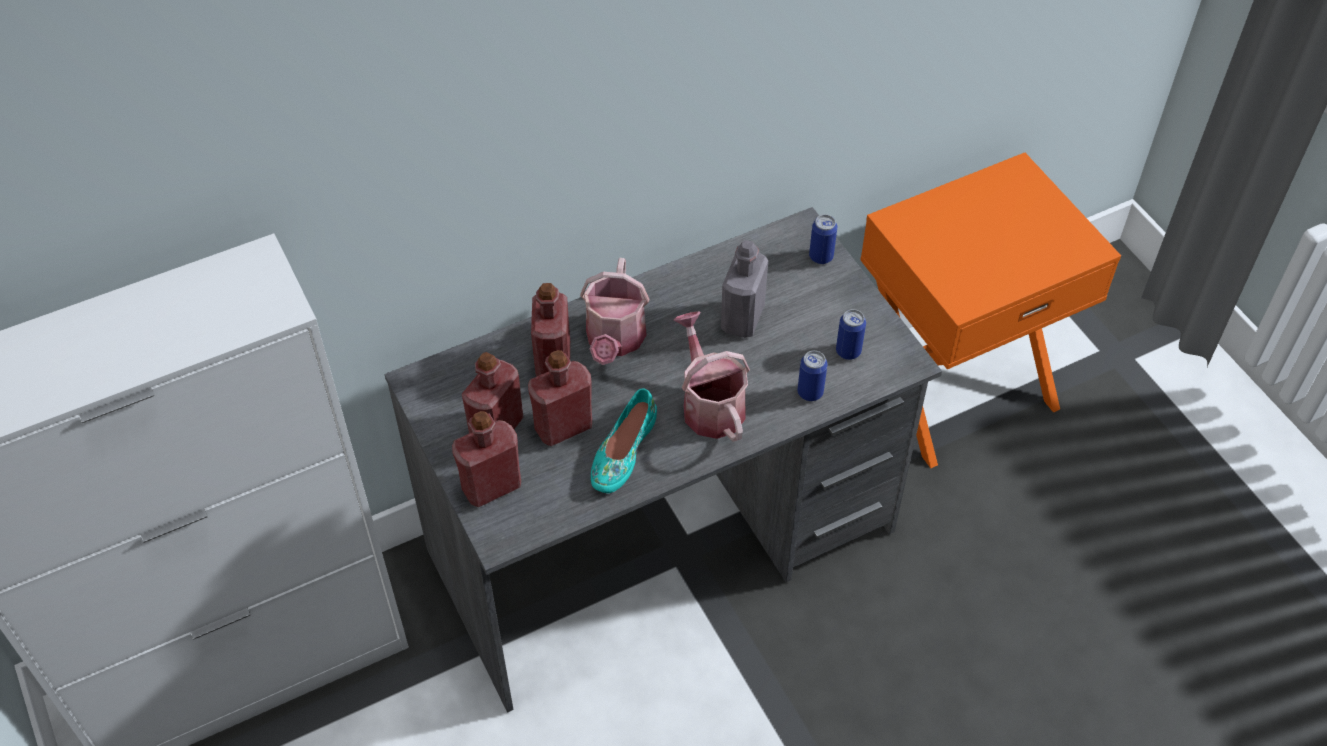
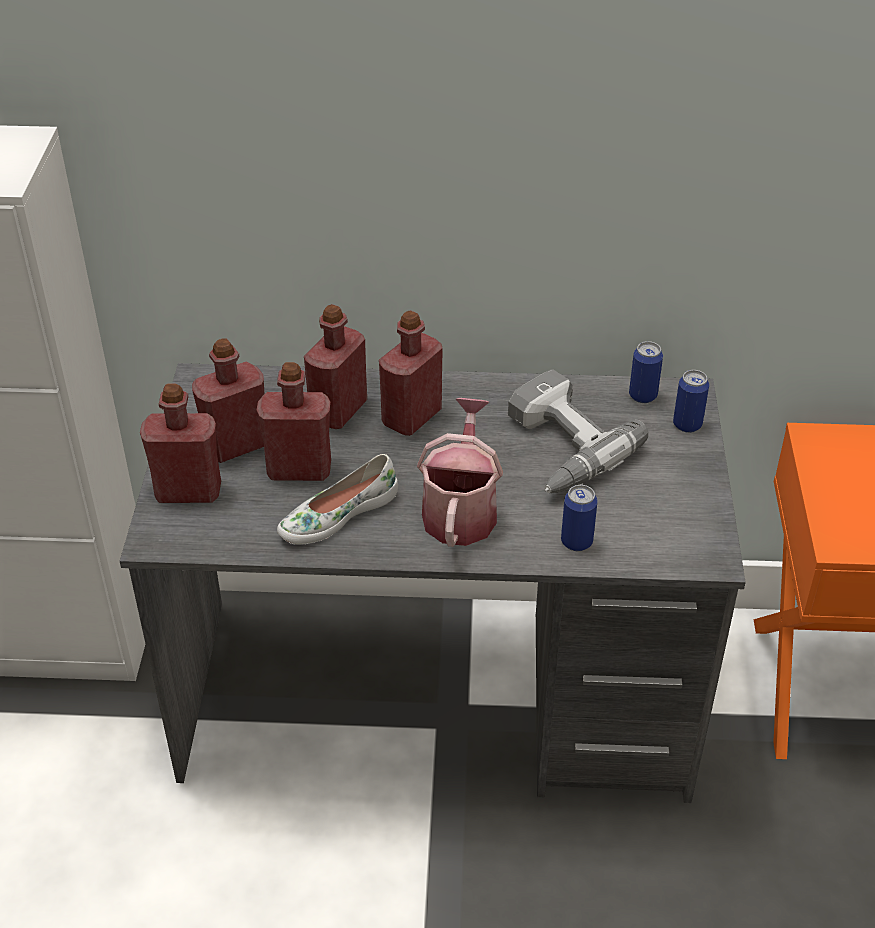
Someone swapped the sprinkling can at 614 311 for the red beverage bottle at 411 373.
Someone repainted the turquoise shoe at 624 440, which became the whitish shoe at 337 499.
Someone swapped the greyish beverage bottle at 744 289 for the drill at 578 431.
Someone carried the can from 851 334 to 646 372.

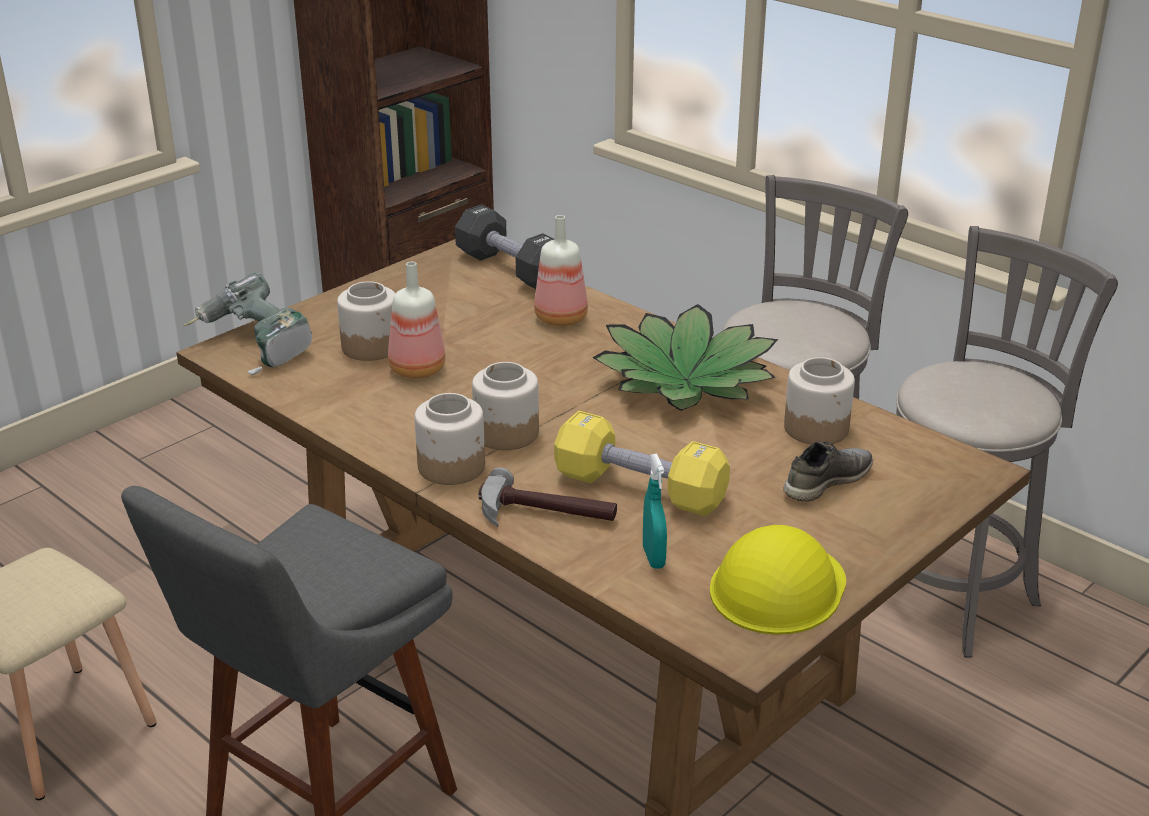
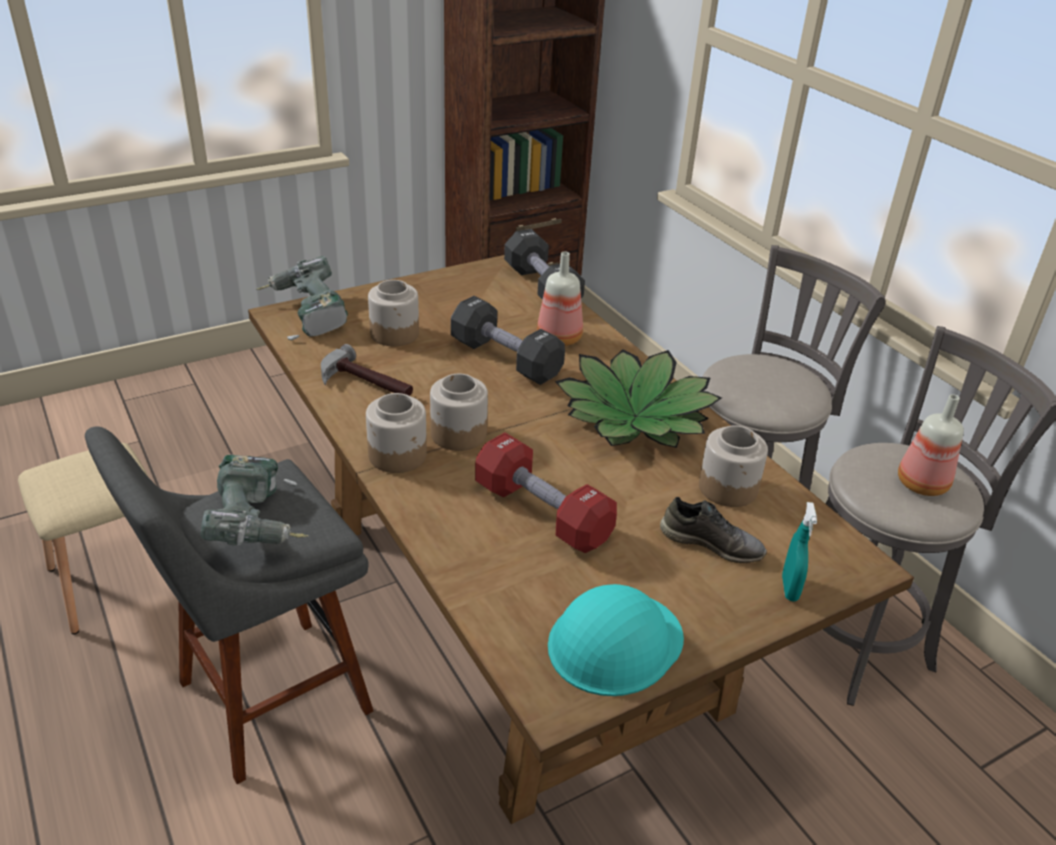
Someone carried the beverage bottle from 417 320 to 931 445.
Someone carried the hand hammer from 547 497 to 367 370.
Someone repainted the yellowish free weight at 642 463, which became the red free weight at 546 492.
Someone carried the turquoise hand sprayer from 655 511 to 799 552.
Someone repainted the yellowish hard hat at 778 580, which became the turquoise hard hat at 616 640.
Someone rotated the greyish shoe at 828 471 by 45 degrees clockwise.
Someone put down the drill at 255 500.
Someone put down the black free weight at 508 340.

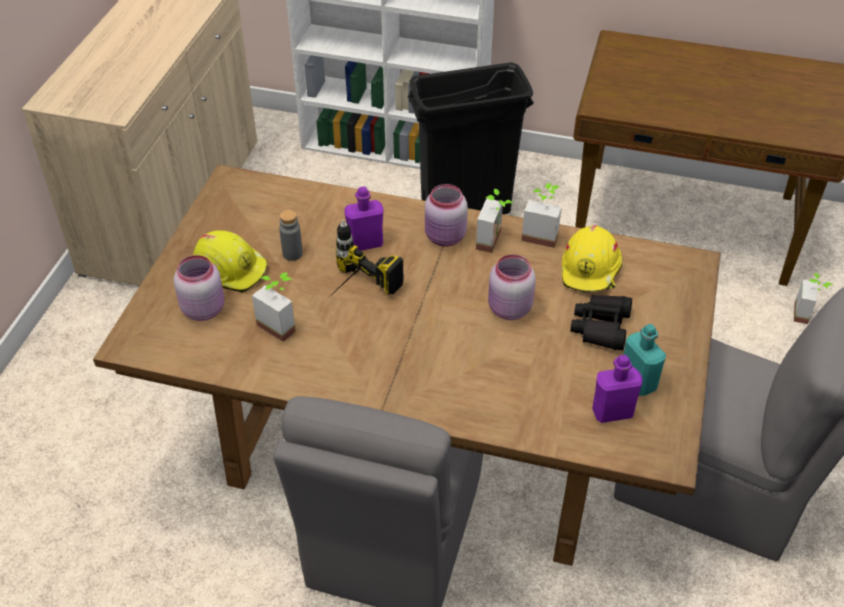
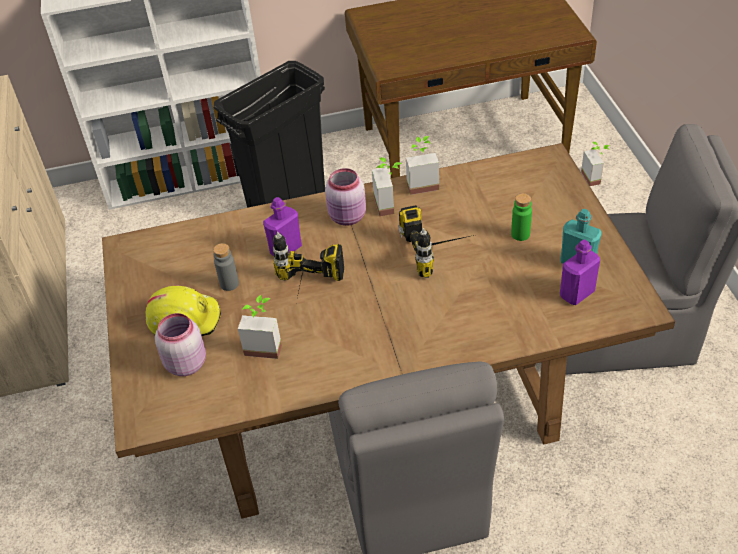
Someone swapped the pink jar at 512 287 for the drill at 436 241.
Someone took away the yellowish hard hat at 592 258.
Someone swapped the black binoculars at 601 322 for the green-coloured beverage bottle at 521 217.

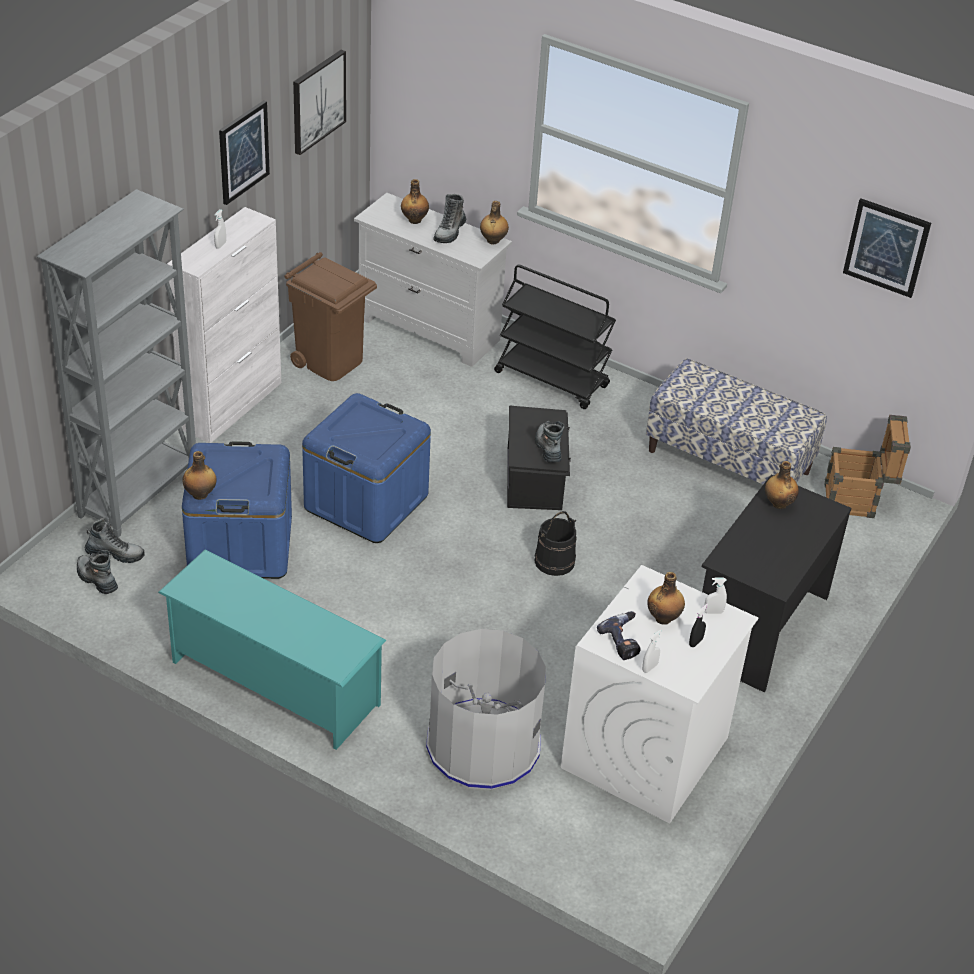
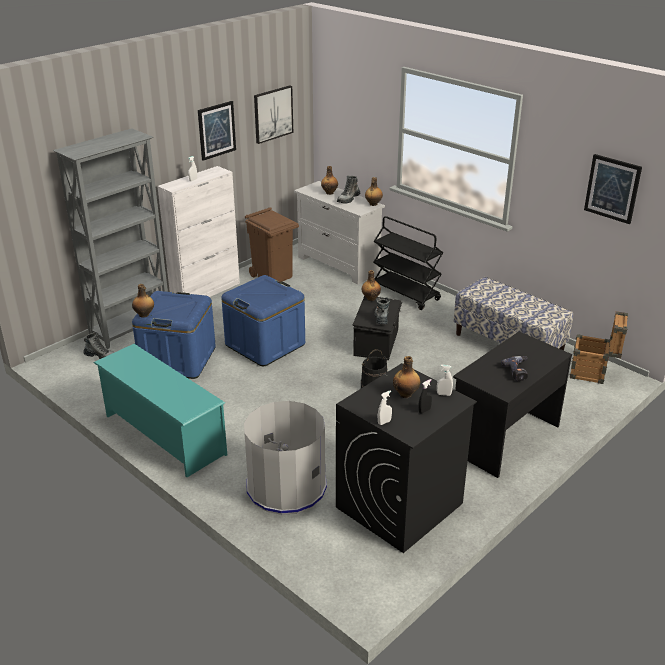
Someone took away the tall boot at 97 572.
Someone repainted the whitish laundry appliance at 659 694, which became the black laundry appliance at 406 458.
Someone carried the drill from 618 635 to 514 368.
Someone carried the beverage bottle from 782 485 to 371 285.

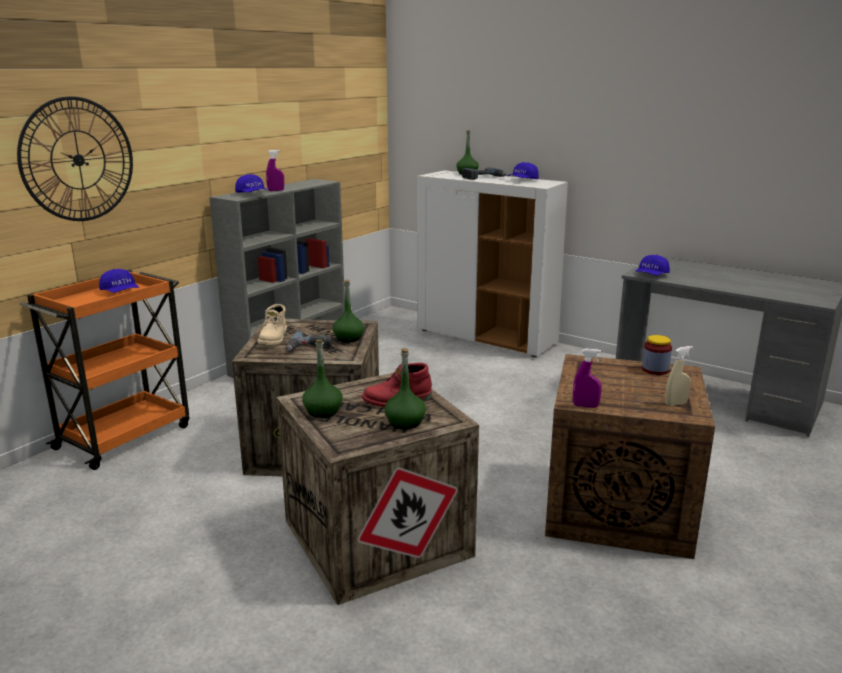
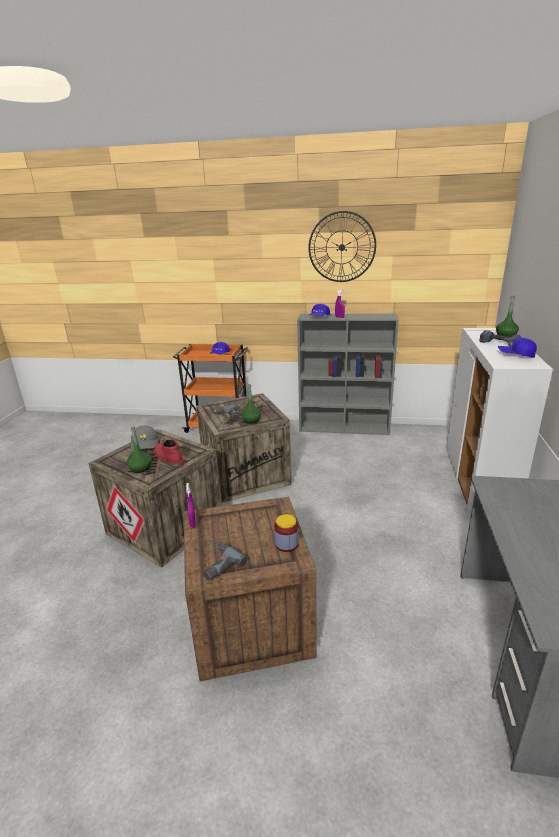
Someone carried the hanging clock from 75 158 to 342 246.
Someone took away the beige-coloured tall boot at 272 324.
Someone swapped the green-coloured beverage bottle at 322 379 for the greyish peaked cap at 144 438.
Someone took away the blue-coloured peaked cap at 652 265.
Someone swapped the beige-coloured hand sprayer at 679 376 for the drill at 225 561.

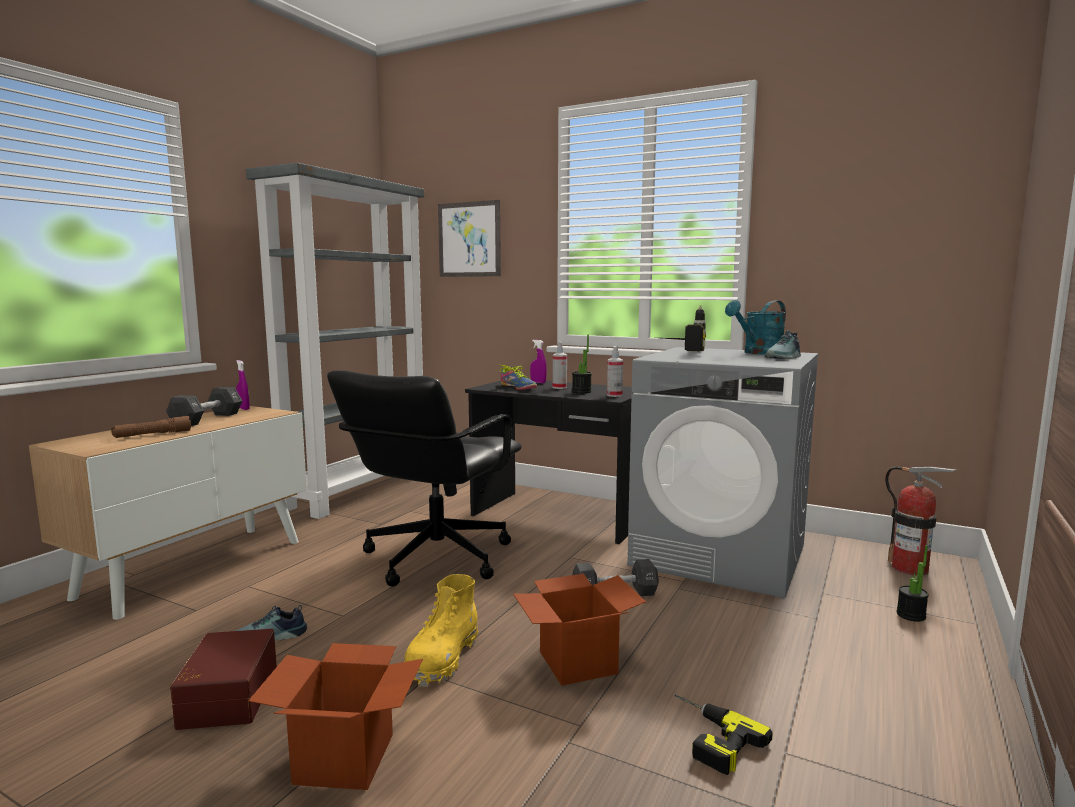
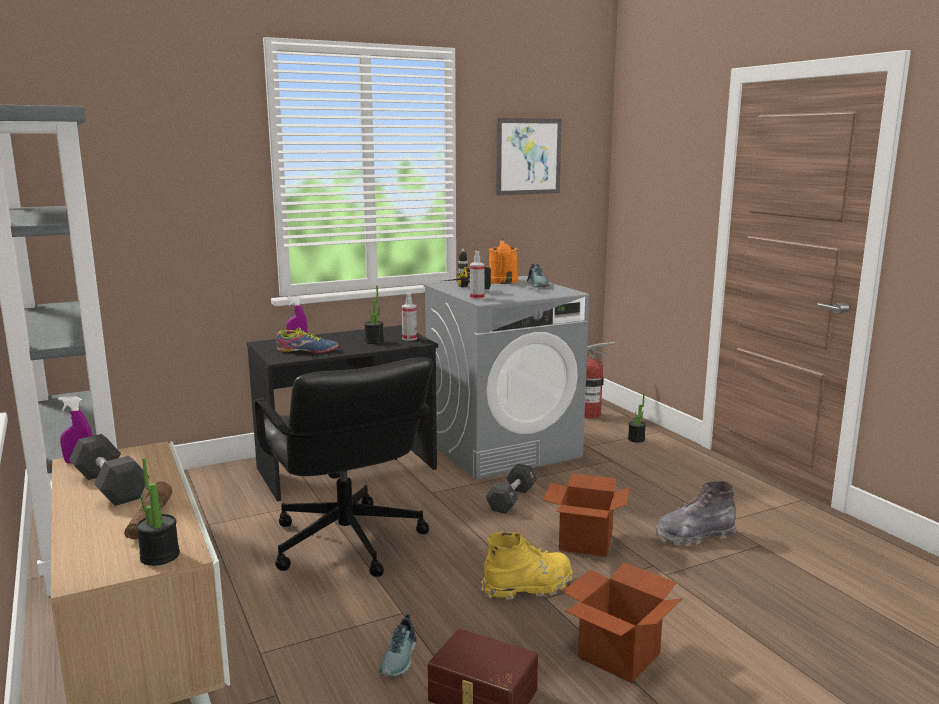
Someone rotated the yellowish tall boot at 441 630 by 75 degrees counterclockwise.
Someone carried the picture from 469 238 to 529 156.
Someone carried the hand sprayer from 560 365 to 477 275.
Someone swapped the drill at 723 734 for the greyish tall boot at 696 513.
Someone repainted the turquoise sprinkling can at 755 327, which became the orange sprinkling can at 503 261.
Someone put down the houseplant at 158 512.

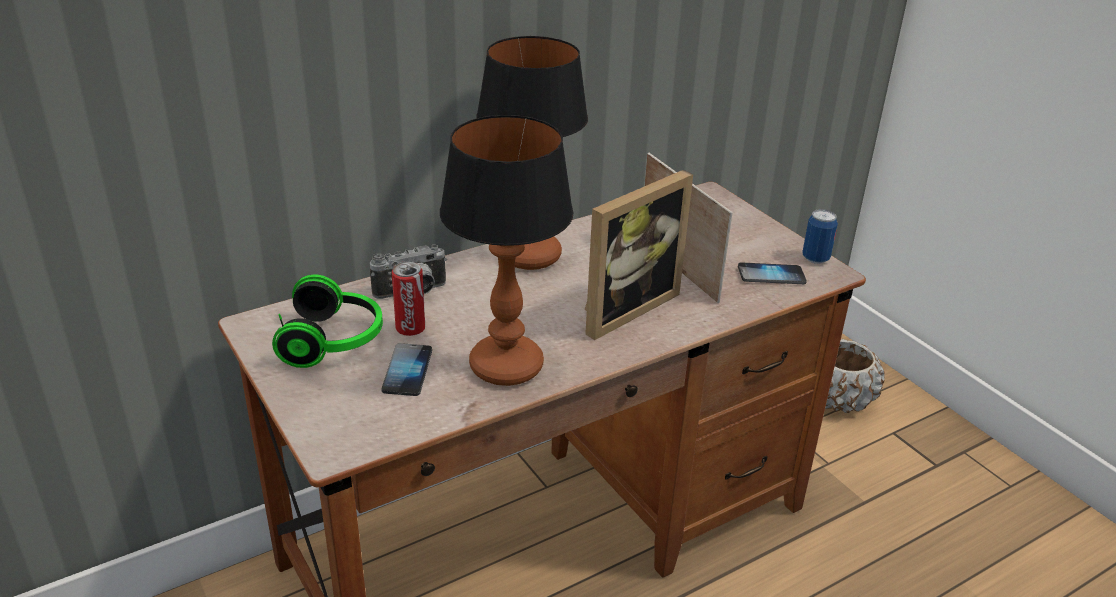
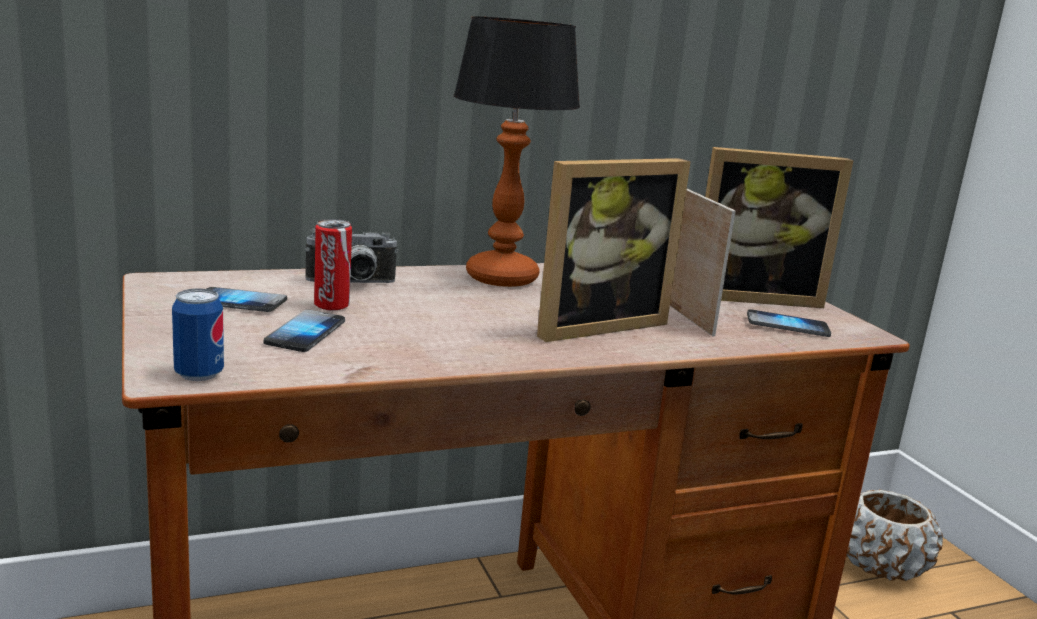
Someone swapped the pair of headphones at 327 321 for the handset at 247 299.
Someone took away the lamp for a table at 506 250.
Someone carried the can from 820 236 to 198 334.
Someone put down the picture frame at 779 227.

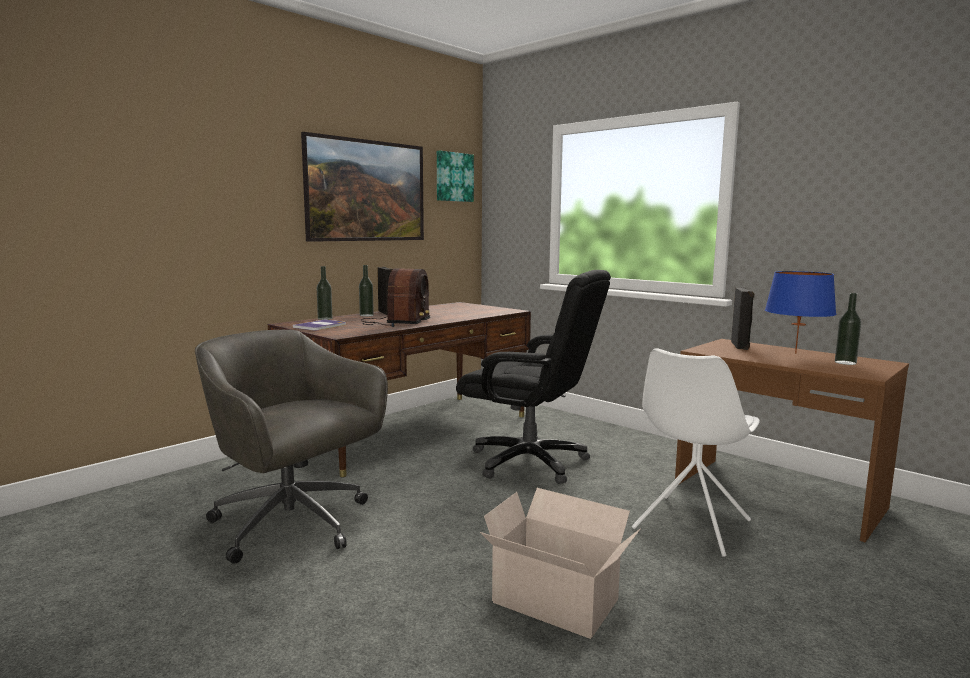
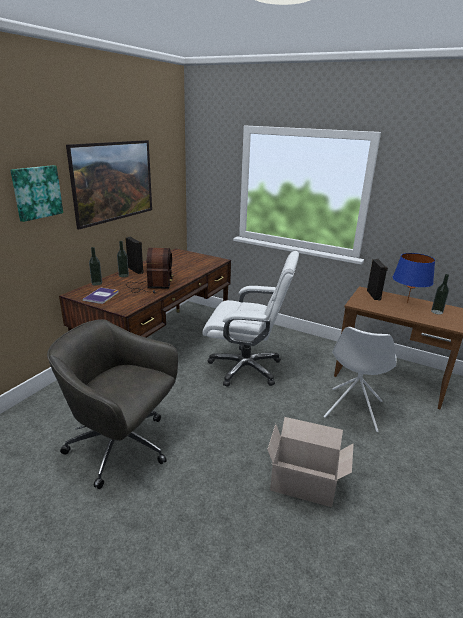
Someone carried the picture from 455 176 to 36 193.
Someone repainted the black office chair at 533 377, which became the whitish office chair at 251 319.

